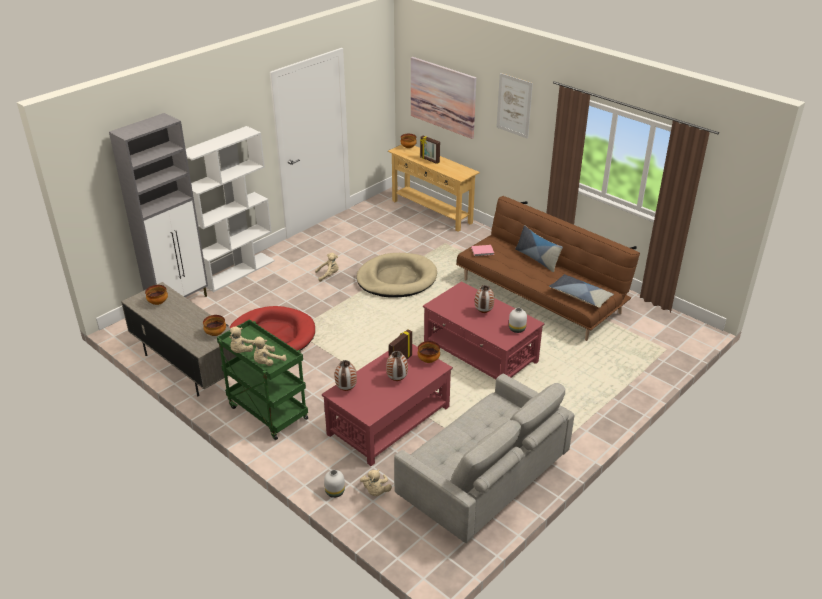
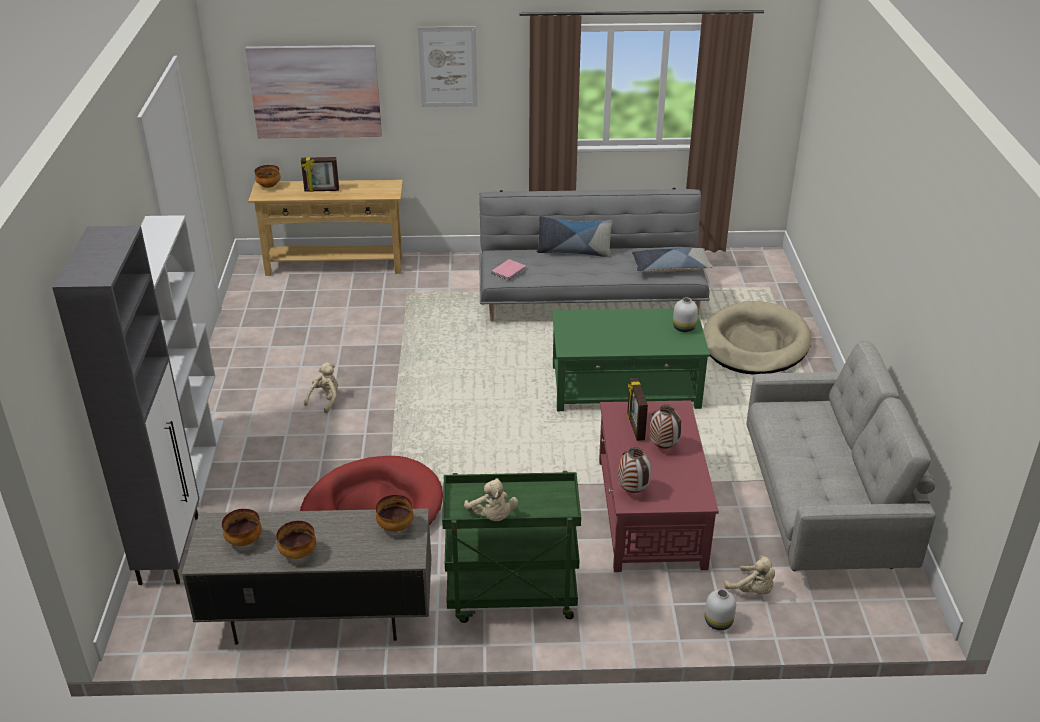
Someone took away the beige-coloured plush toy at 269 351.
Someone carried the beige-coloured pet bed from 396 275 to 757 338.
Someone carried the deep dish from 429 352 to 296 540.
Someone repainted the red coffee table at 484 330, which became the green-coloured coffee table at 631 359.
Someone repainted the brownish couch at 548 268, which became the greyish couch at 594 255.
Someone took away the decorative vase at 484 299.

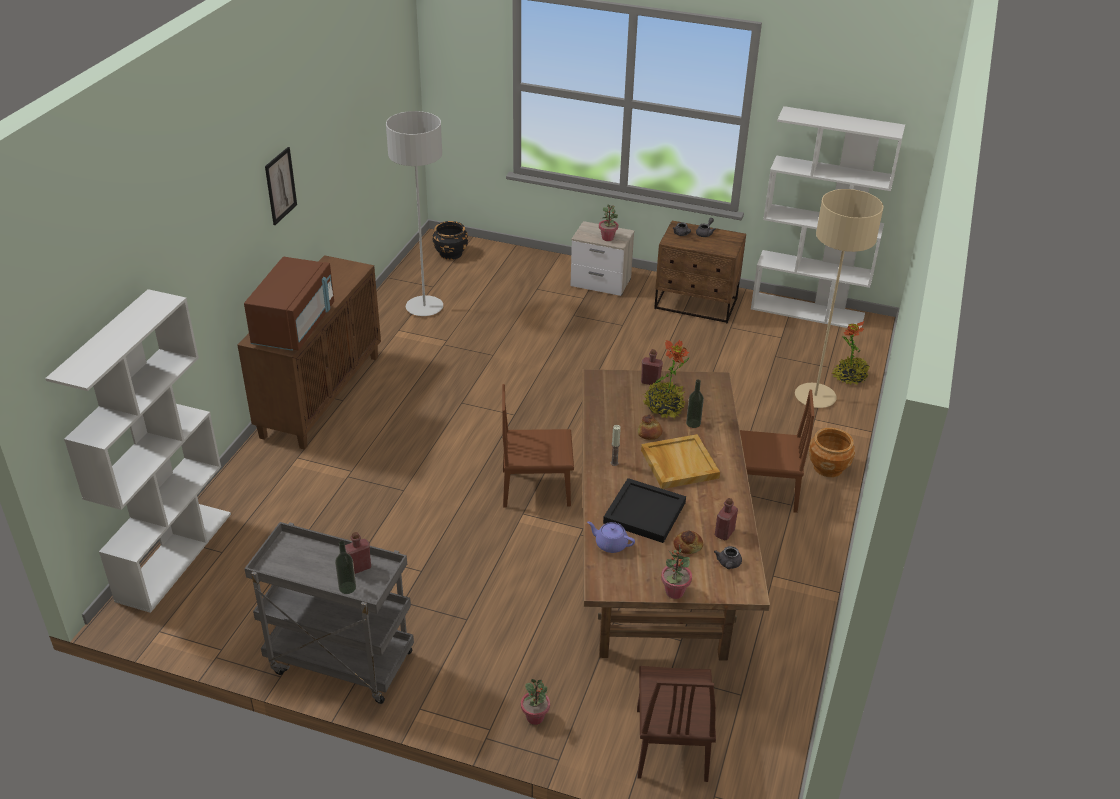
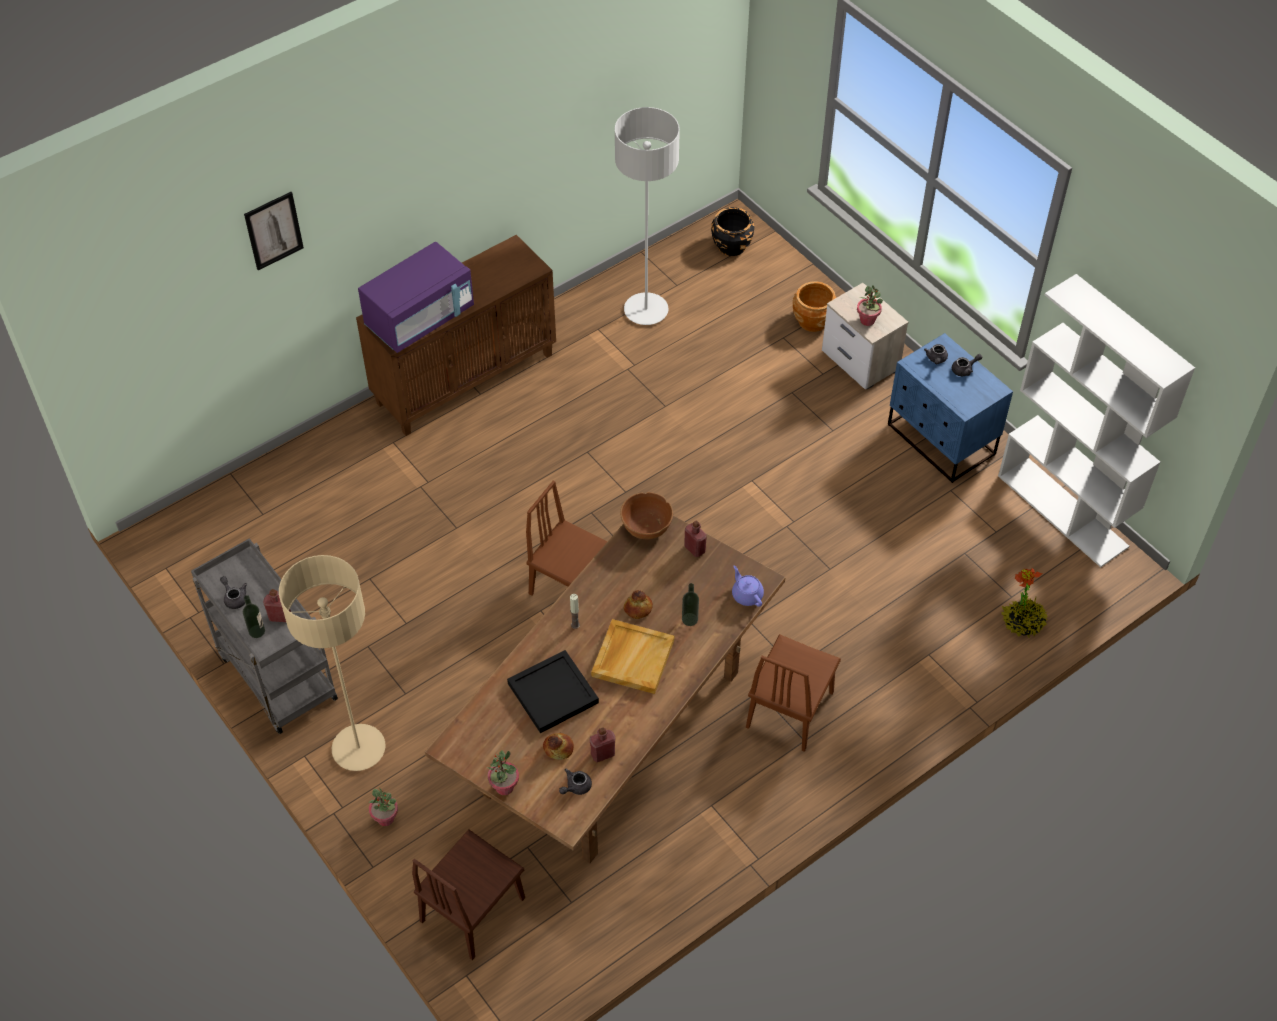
Someone took away the whitish bookcase at 138 451.
Someone repainted the brownish kitchen microwave at 289 304, which became the purplish kitchen microwave at 416 297.
Someone carried the picture from 281 186 to 274 231.
Someone carried the purplish tea pot from 611 537 to 748 586.
Someone took away the houseplant at 666 379.
Someone repainted the brownish bedside table at 700 272, which became the blue-coloured bedside table at 950 408.
Someone rotated the brownish plain chair at 777 451 by 75 degrees clockwise.
Someone carried the beige-coloured standing lamp from 839 298 to 332 663.
Someone carried the brownish plant pot from 832 452 to 814 306.
Someone put down the greyish tea pot at 233 592.
Someone put down the brownish deep dish at 646 515.

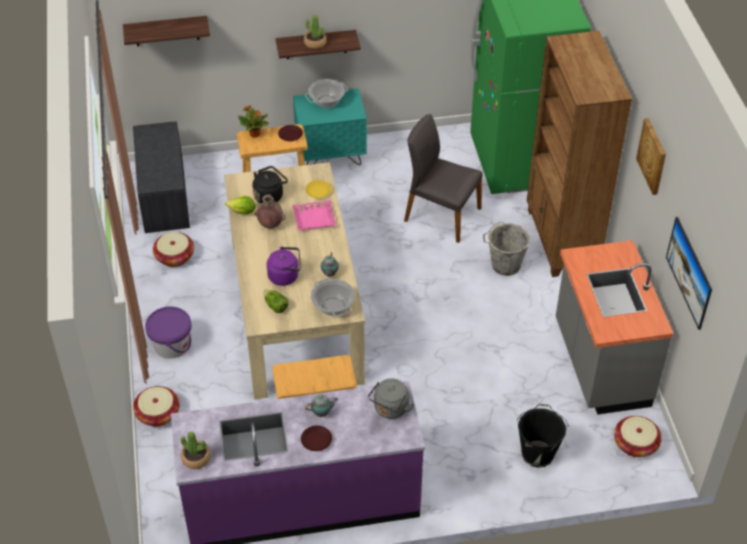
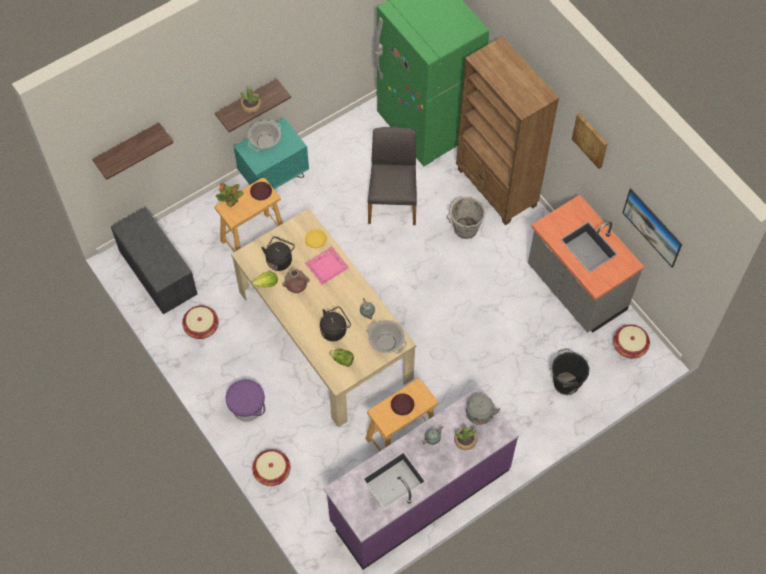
Someone carried the houseplant from 196 450 to 465 438.
Someone repainted the purplish tea kettle at 284 266, which became the black tea kettle at 335 323.
Someone carried the brownish dinner plate from 316 438 to 402 404.
Someone rotated the greyish plain chair at 443 178 by 90 degrees clockwise.

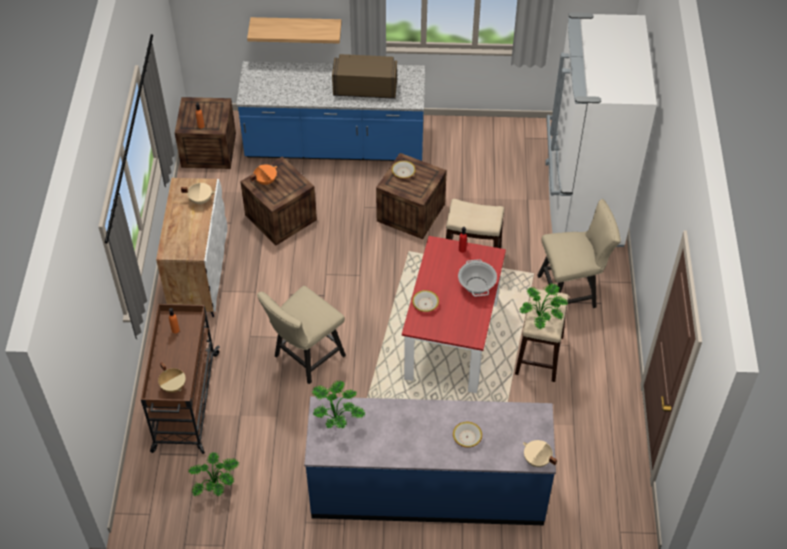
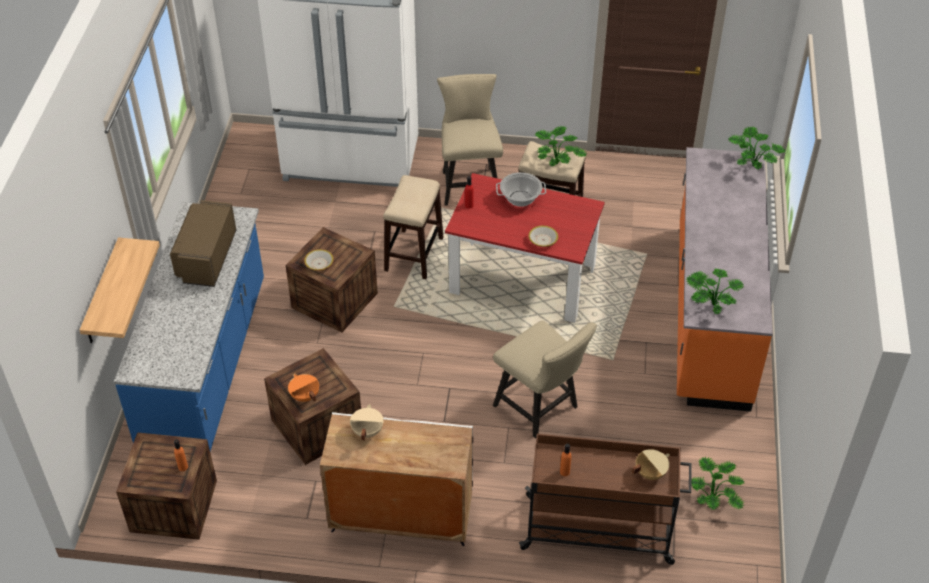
Someone repainted the blue-coloured kitchen base unit at 430 460, which became the orange kitchen base unit at 725 279.
Someone took away the deep dish at 467 435.
Someone swapped the beige-coloured stockpot at 540 453 for the houseplant at 756 148.

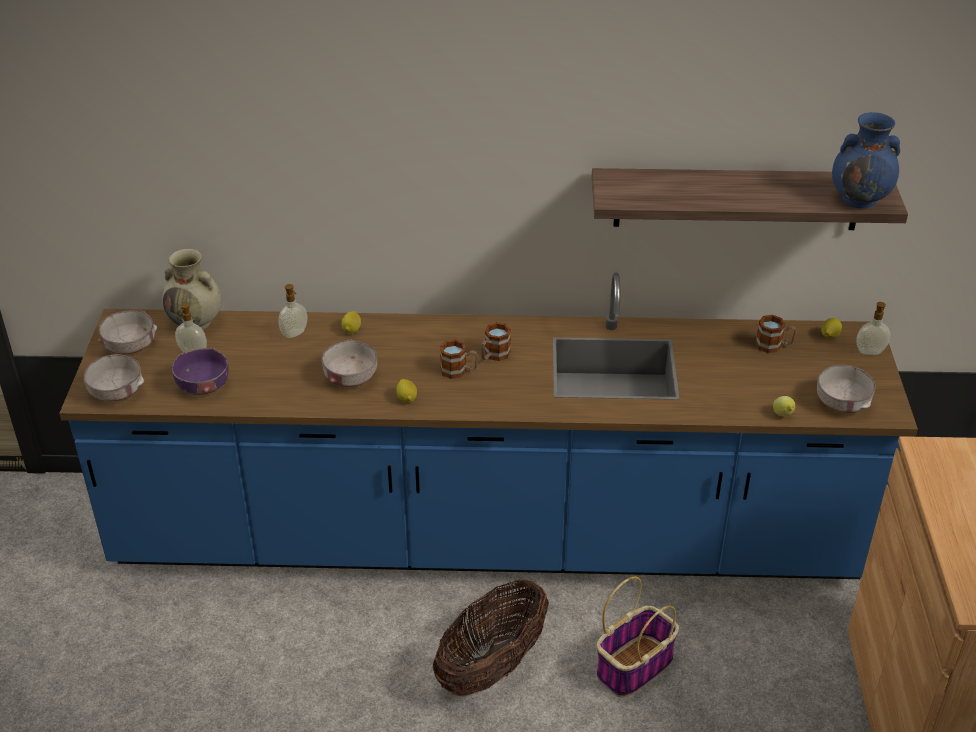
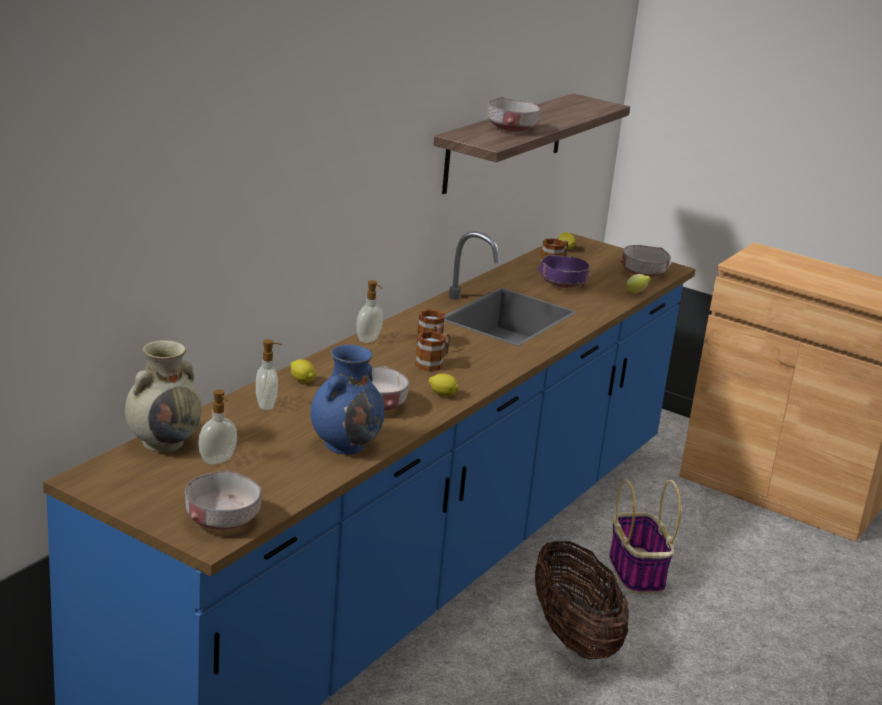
Someone carried the greyish deep dish from 127 332 to 514 114.
Someone carried the purplish deep dish from 200 371 to 564 271.
Someone carried the blue-coloured decorative vase from 866 160 to 347 399.
Someone carried the soap dispenser from 873 328 to 369 311.

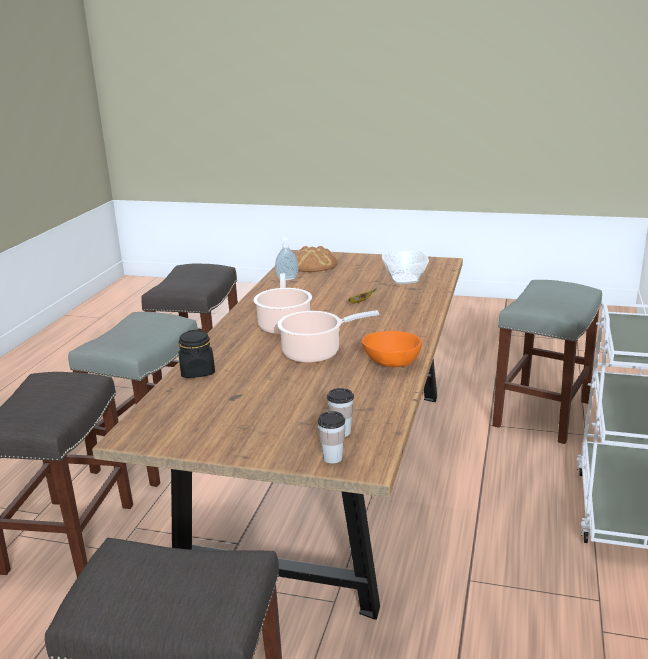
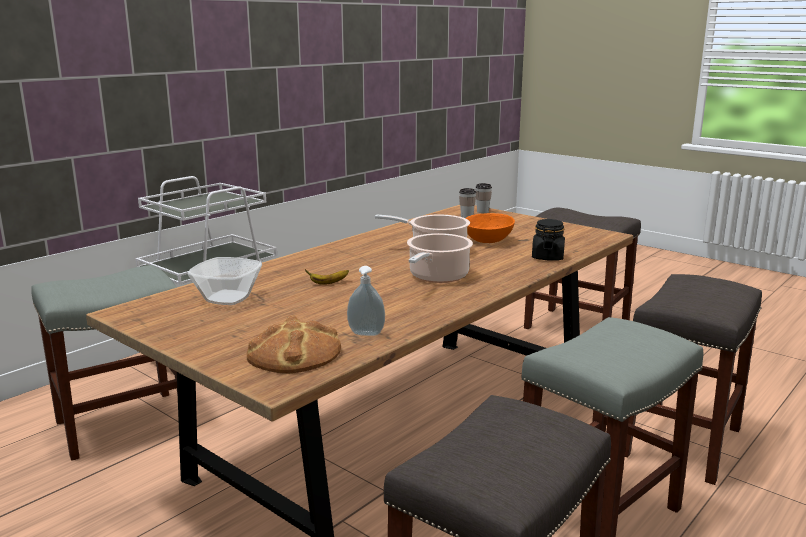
Someone carried the orange deep dish from 392 349 to 490 228.

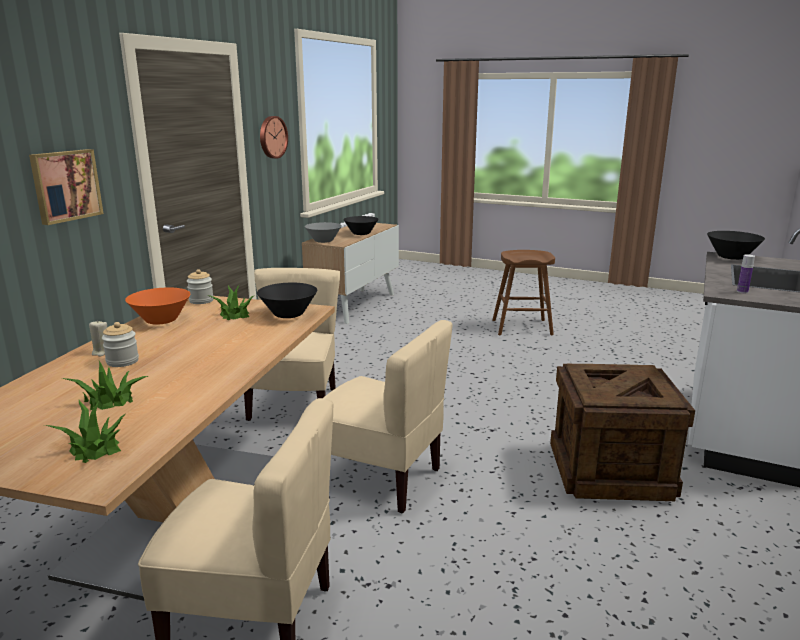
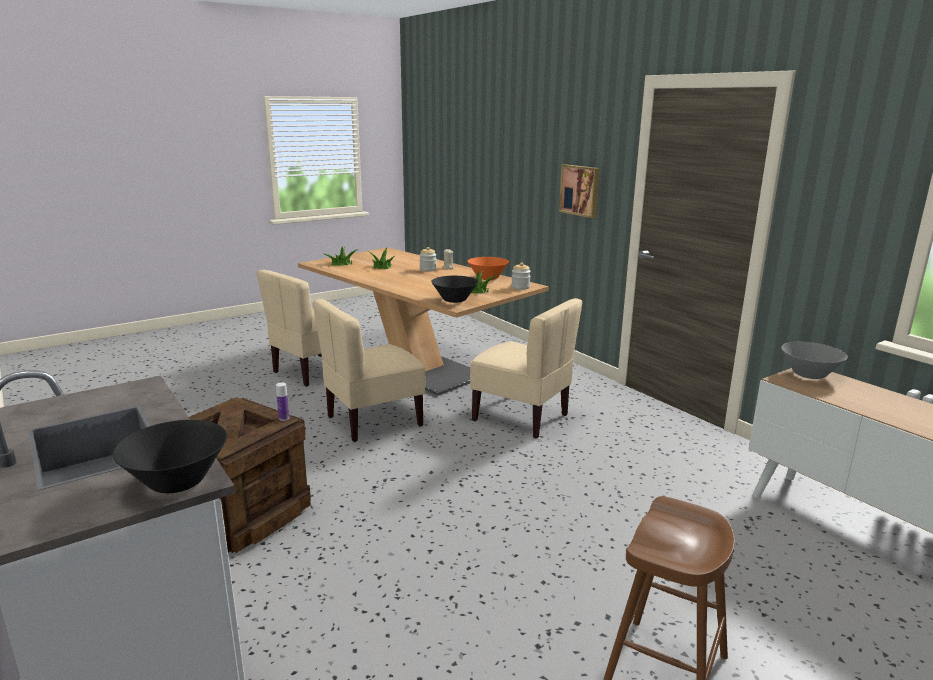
Someone took away the hanging clock at 274 137.
Someone took away the black deep dish at 361 225.
Someone carried the beverage bottle from 746 273 to 282 401.

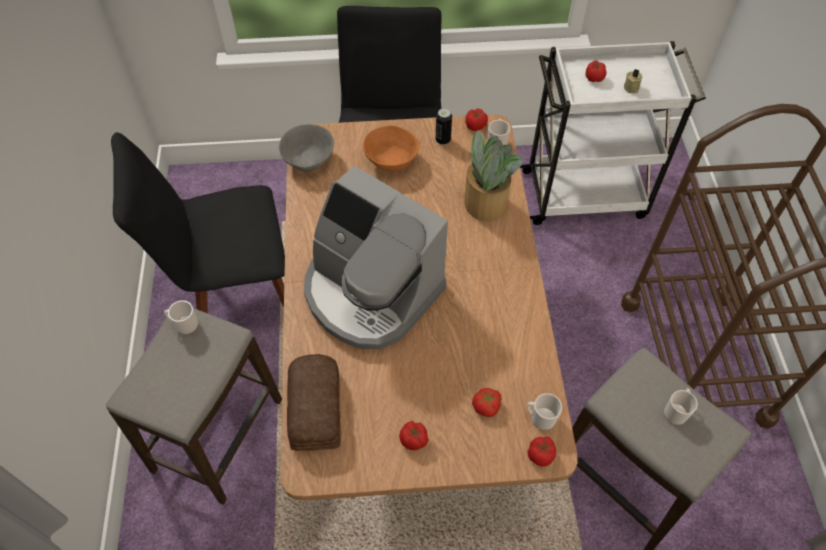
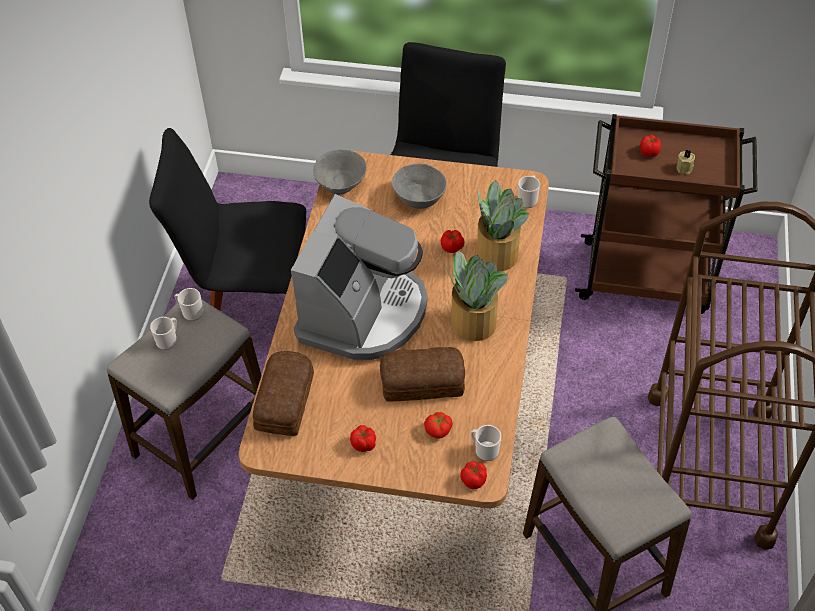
Someone rotated the coffee machine at 376 257 by 120 degrees counterclockwise.
Someone repainted the orange deep dish at 391 148, which became the greyish deep dish at 419 186.
Someone took away the can at 444 126.
Someone carried the fresh tomato from 476 120 to 453 241.
Someone repainted the whitish trolley at 613 133, which became the brownish trolley at 666 214.
Someone carried the mug from 681 406 to 163 333.
Someone put down the bread at 422 374.
Someone put down the houseplant at 476 296.

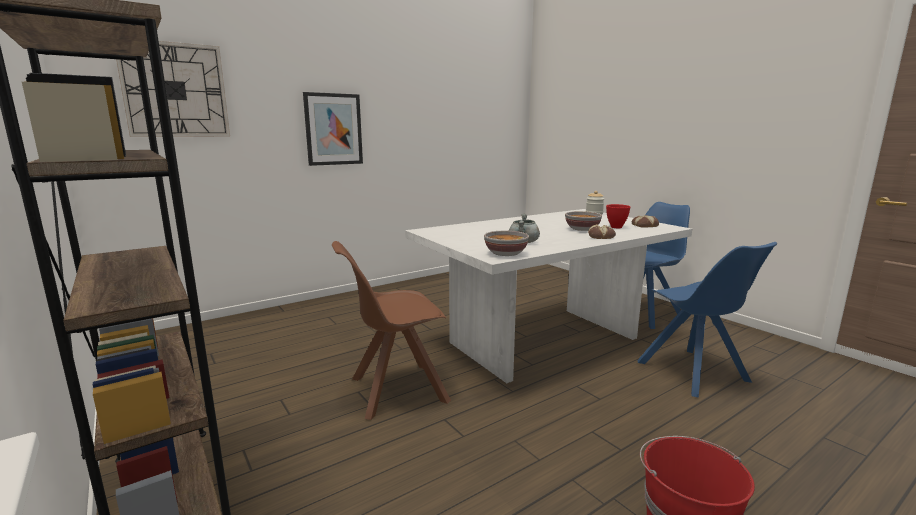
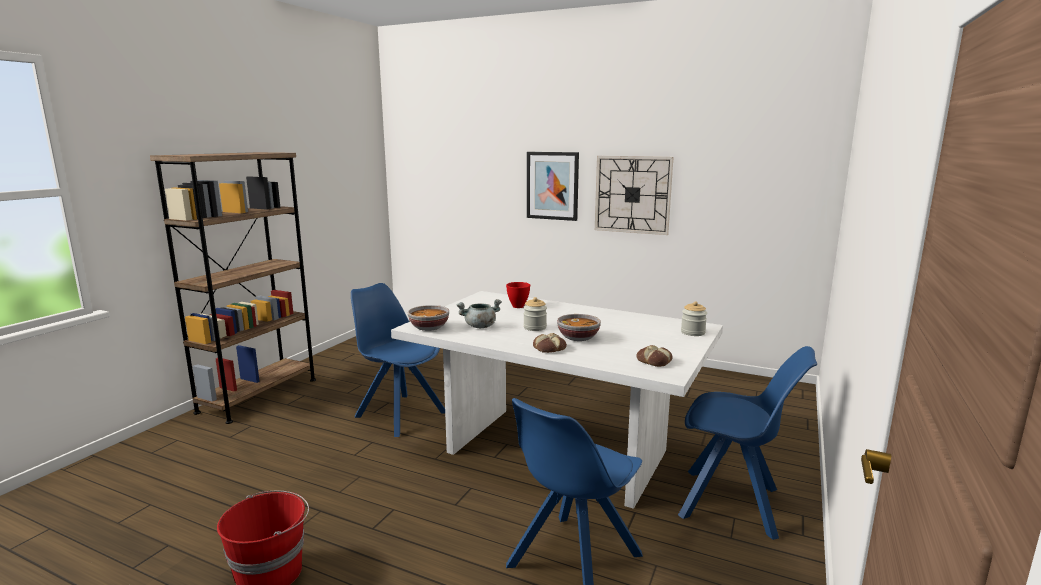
Someone carried the hanging clock from 173 89 to 634 195.
Someone repainted the brownish plain chair at 391 330, which became the blue-coloured plain chair at 398 360.
Someone carried the red deep dish from 618 216 to 518 295.
Someone put down the jar at 535 314.

